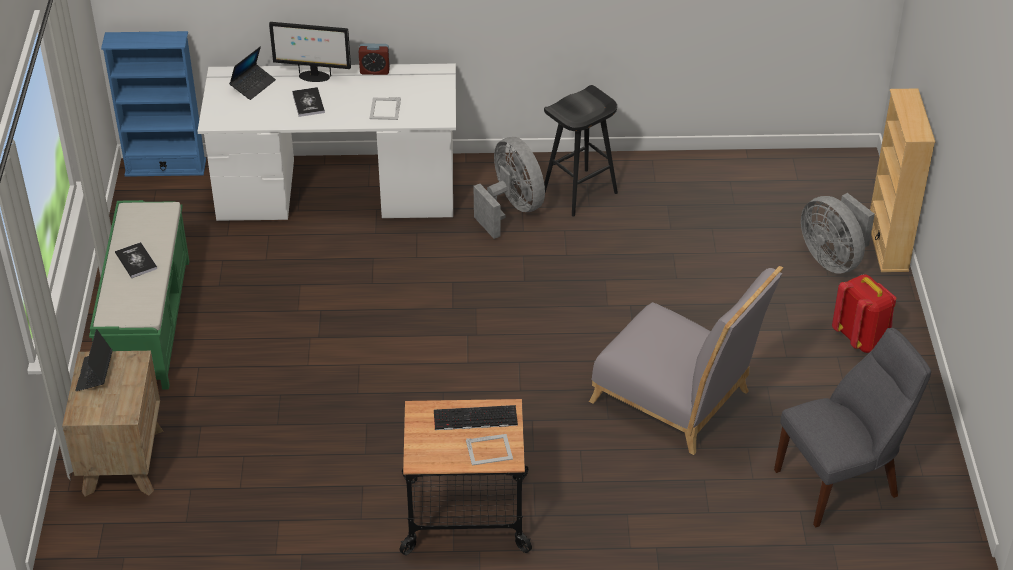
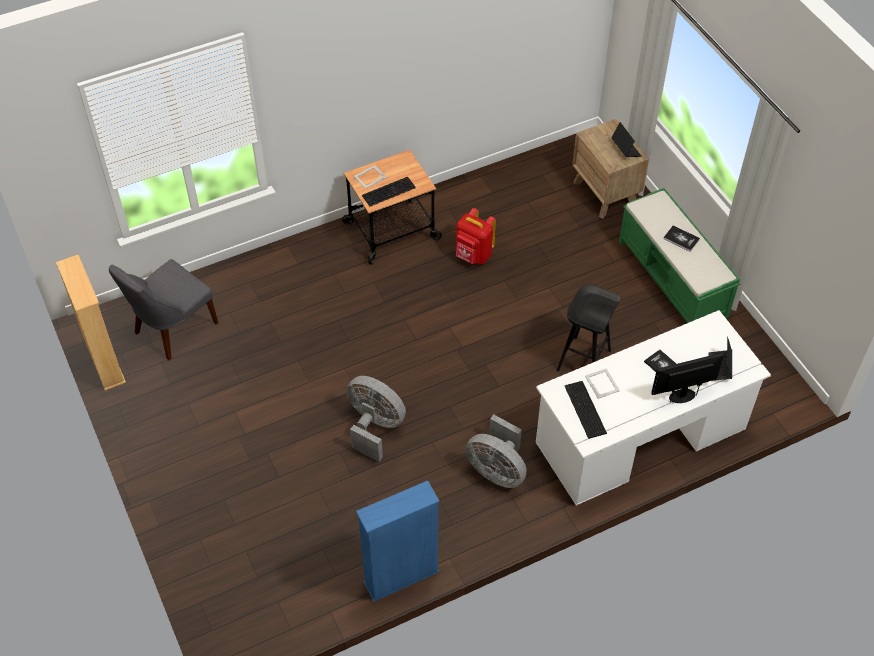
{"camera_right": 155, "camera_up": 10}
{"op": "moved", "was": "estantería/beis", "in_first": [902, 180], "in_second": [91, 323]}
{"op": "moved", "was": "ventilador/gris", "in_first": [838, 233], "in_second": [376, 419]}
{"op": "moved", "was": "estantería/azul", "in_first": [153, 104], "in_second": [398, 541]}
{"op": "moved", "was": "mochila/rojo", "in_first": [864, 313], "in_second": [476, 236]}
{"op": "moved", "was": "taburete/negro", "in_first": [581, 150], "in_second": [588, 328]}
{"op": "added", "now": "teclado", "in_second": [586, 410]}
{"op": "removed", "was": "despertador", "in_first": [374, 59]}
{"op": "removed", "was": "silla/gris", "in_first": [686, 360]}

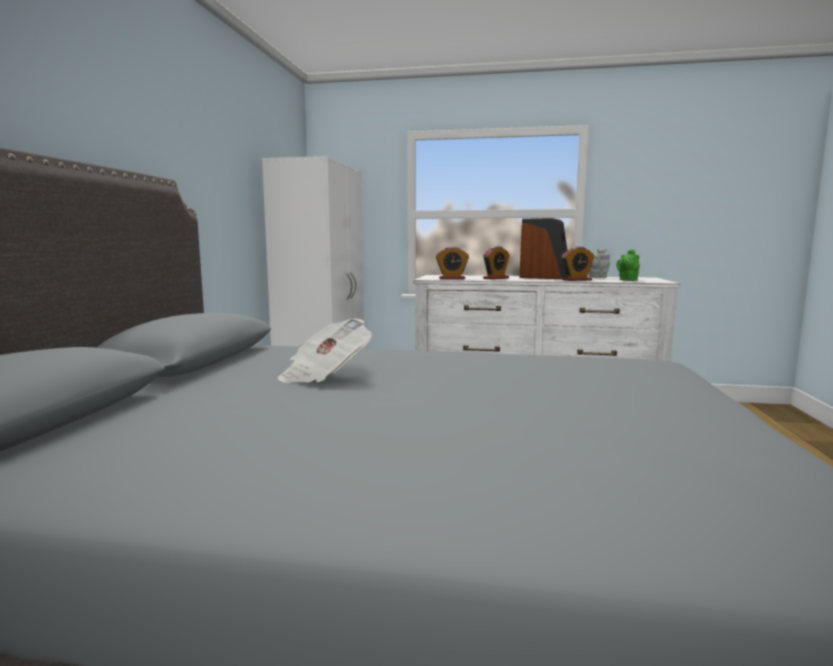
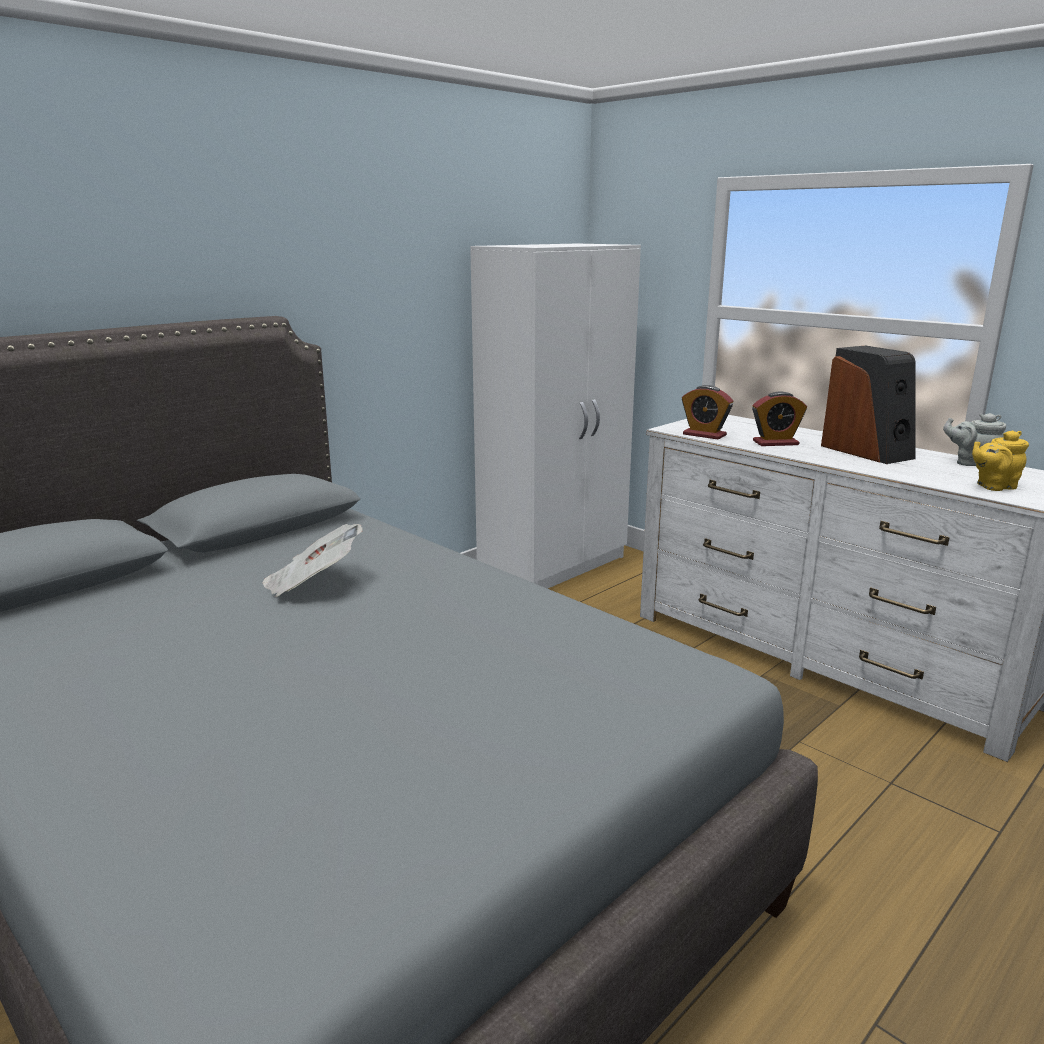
{"camera_right": 35, "camera_up": 10}
{"op": "recoloured", "was": "tetera/verde", "now": "tetera/amarillo", "in_first": [628, 265], "in_second": [1000, 460]}
{"op": "removed", "was": "despertador", "in_first": [578, 264]}

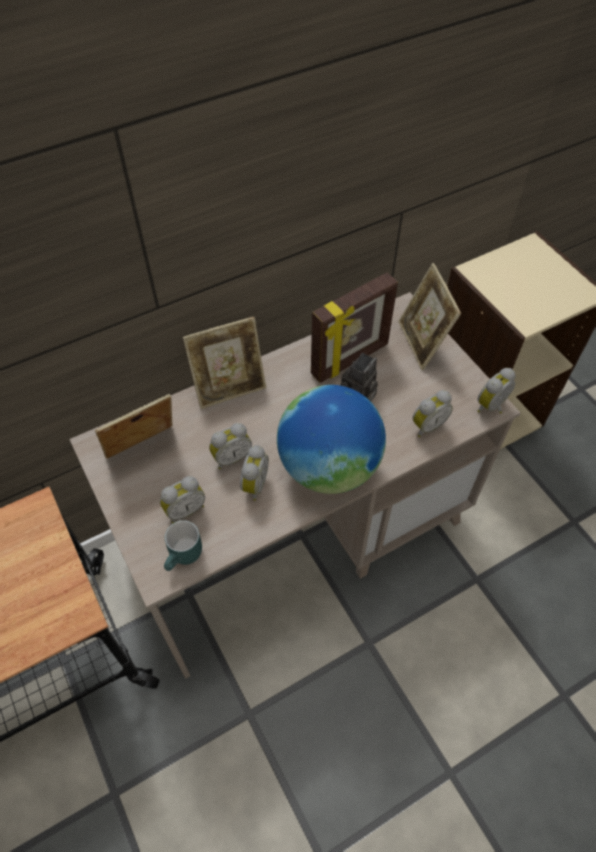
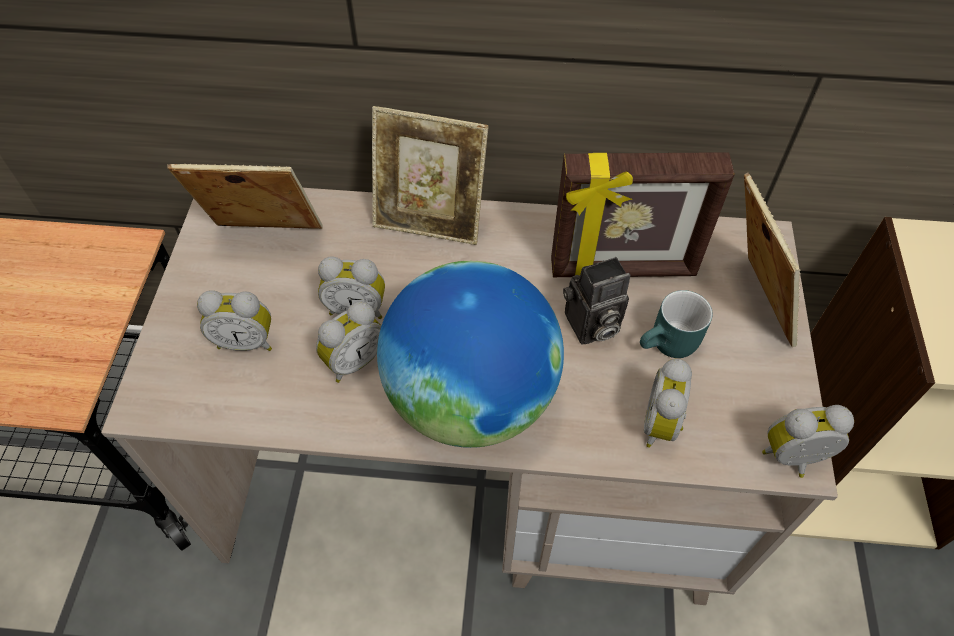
{"camera_right": 35, "camera_up": 0}
{"op": "moved", "was": "taza grande/turquesa", "in_first": [183, 545], "in_second": [676, 324]}
{"op": "turned", "was": "despertador", "in_first": [433, 413], "in_second": [668, 403], "clockwise": 105}
{"op": "turned", "was": "portarretratos", "in_first": [429, 316], "in_second": [772, 260], "clockwise": 150}

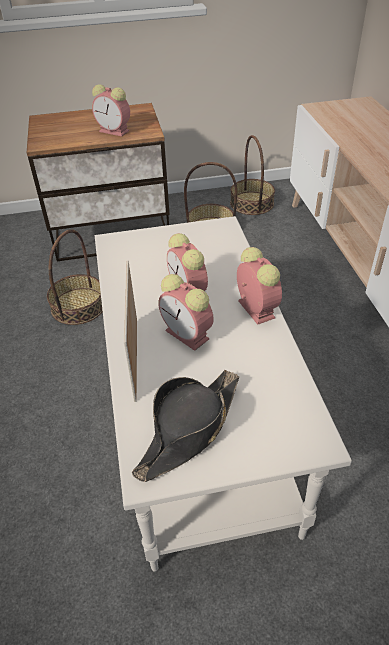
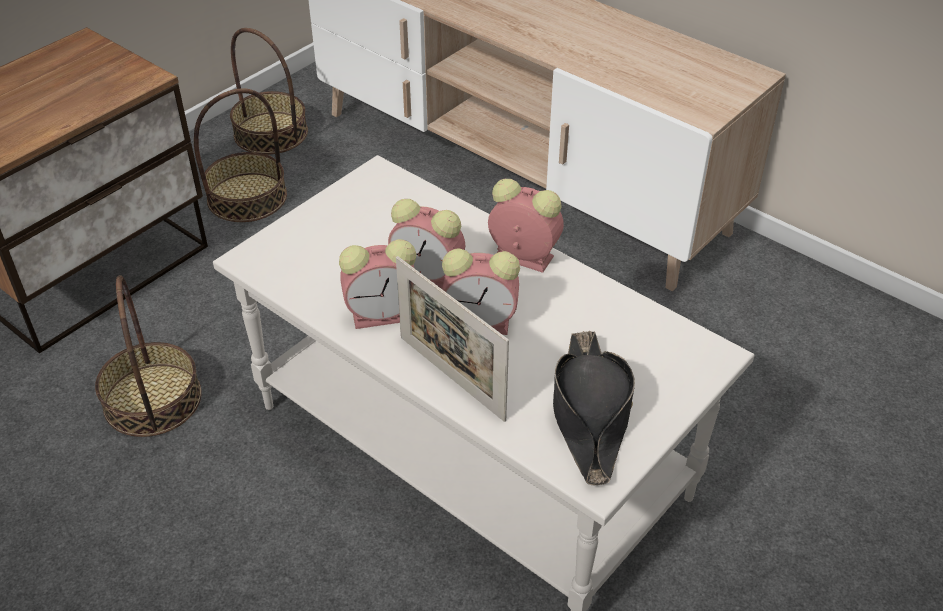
{"camera_right": -40, "camera_up": 0}
{"op": "moved", "was": "despertador", "in_first": [111, 110], "in_second": [377, 284]}

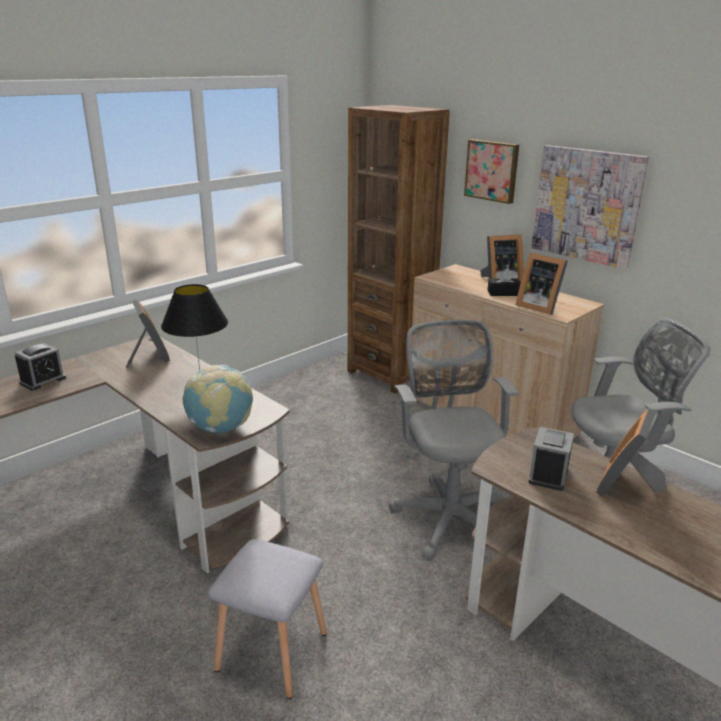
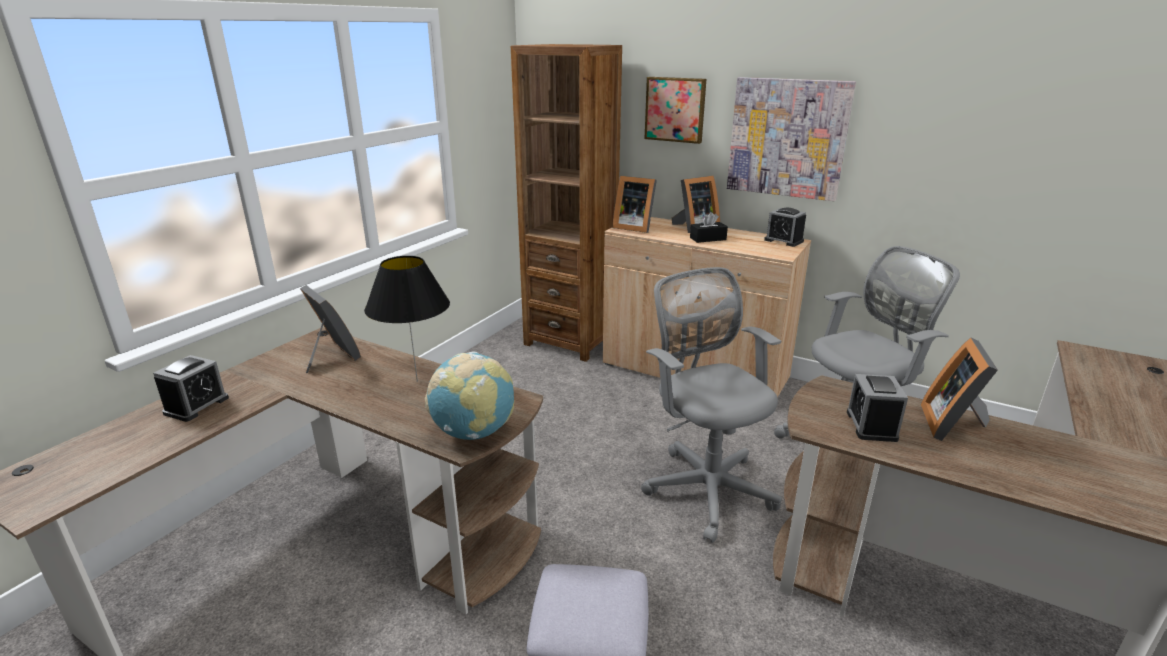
{"camera_right": -15, "camera_up": 0}
{"op": "moved", "was": "portarretratos", "in_first": [542, 284], "in_second": [634, 204]}
{"op": "added", "now": "despertador", "in_second": [785, 227]}

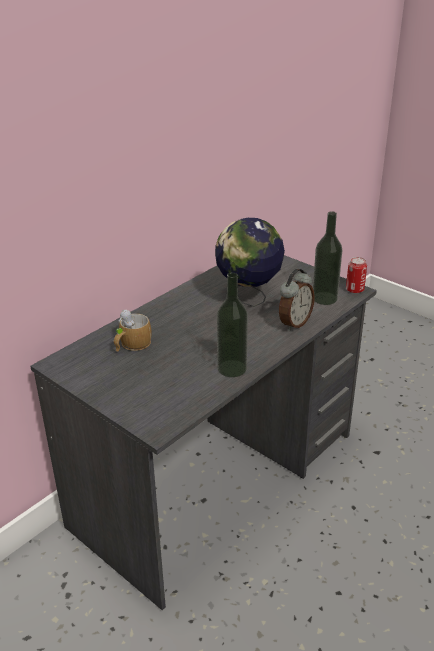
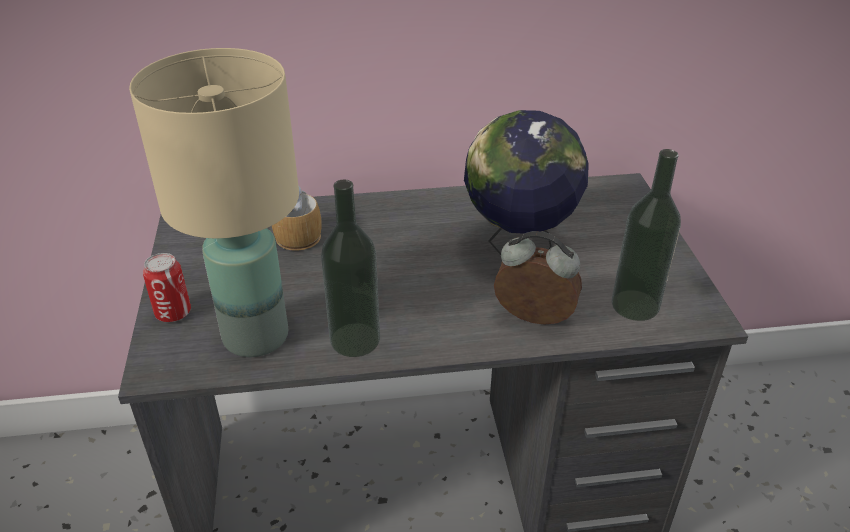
{"camera_right": 40, "camera_up": 5}
{"op": "added", "now": "lámpara de mesa/beis", "in_second": [214, 202]}
{"op": "moved", "was": "lata", "in_first": [356, 275], "in_second": [167, 287]}
{"op": "turned", "was": "despertador", "in_first": [297, 300], "in_second": [538, 278], "clockwise": -150}

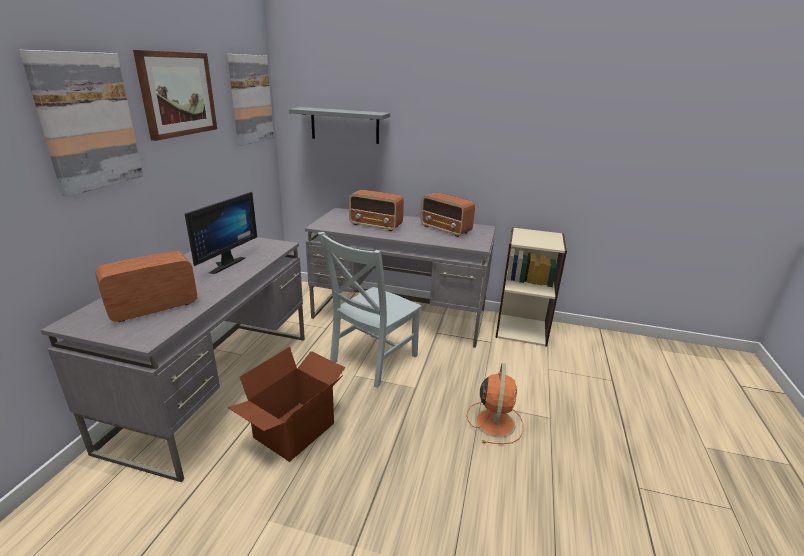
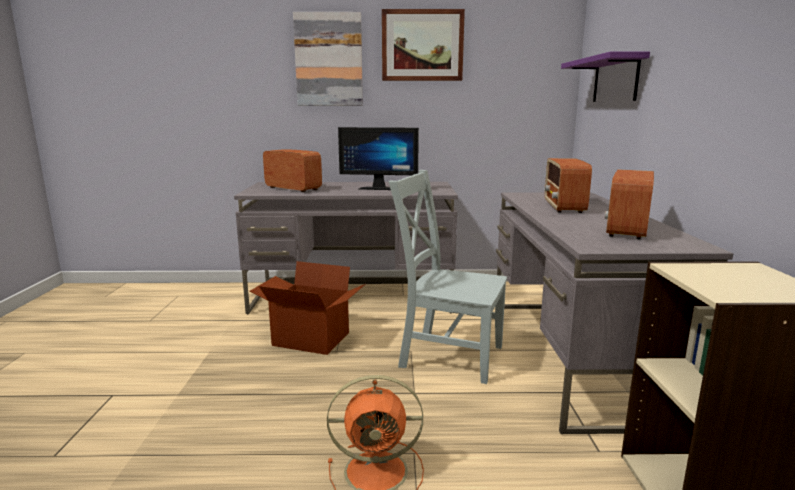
{"camera_right": 75, "camera_up": -10}
{"op": "recoloured", "was": "estante/gris", "now": "estante/morado", "in_first": [339, 125], "in_second": [605, 77]}
{"op": "removed", "was": "cuadro", "in_first": [250, 100]}

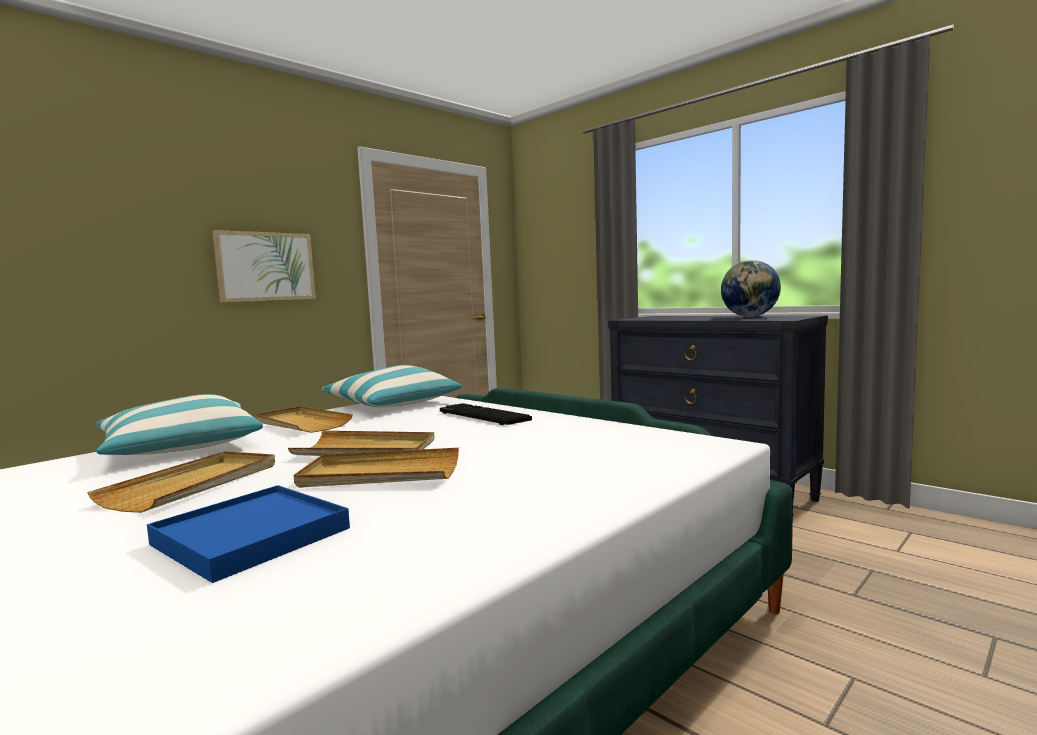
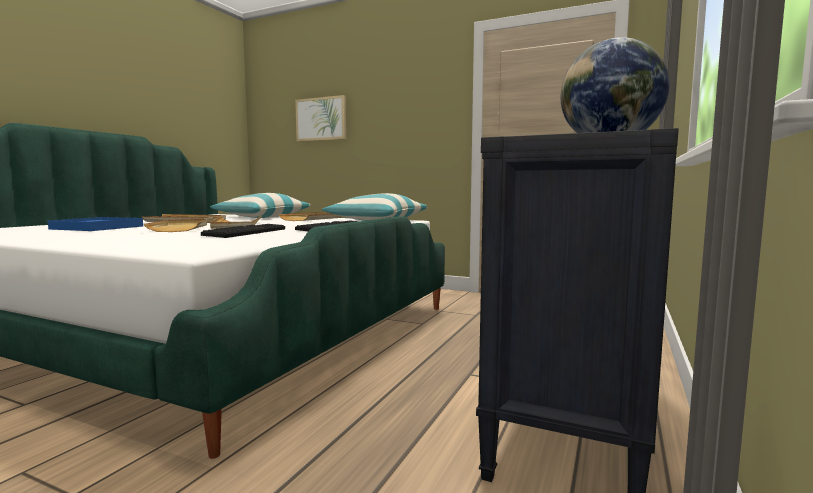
{"camera_right": 70, "camera_up": 0}
{"op": "added", "now": "teclado", "in_second": [243, 231]}
{"op": "moved", "was": "cuadro", "in_first": [264, 266], "in_second": [320, 118]}

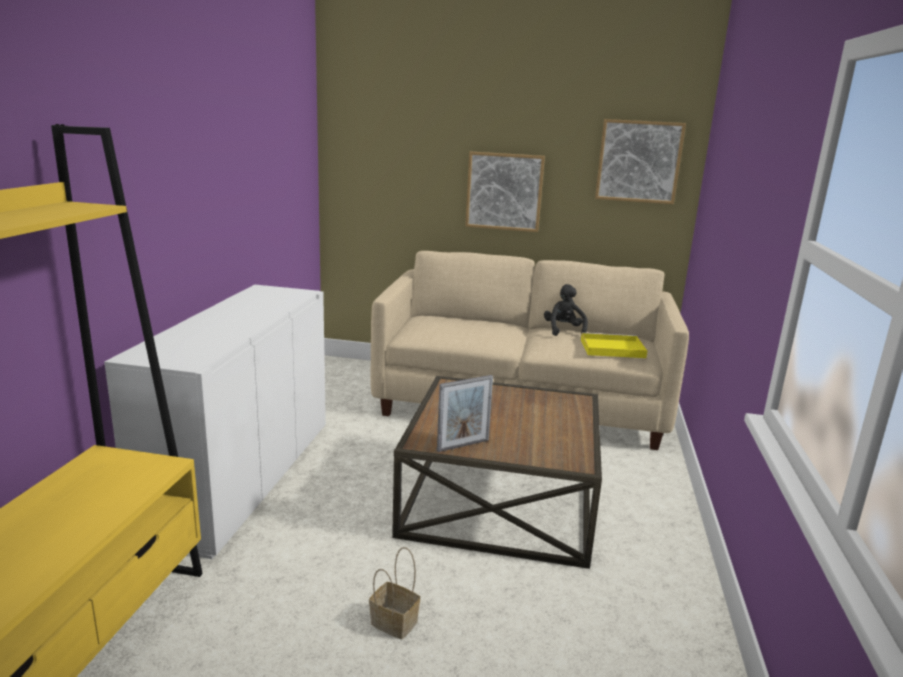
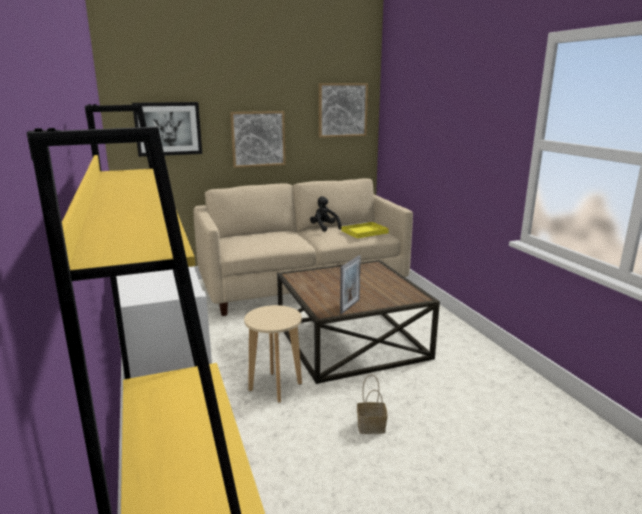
{"camera_right": -30, "camera_up": 0}
{"op": "added", "now": "cuadro", "in_second": [167, 129]}
{"op": "added", "now": "taburete/beis", "in_second": [273, 354]}

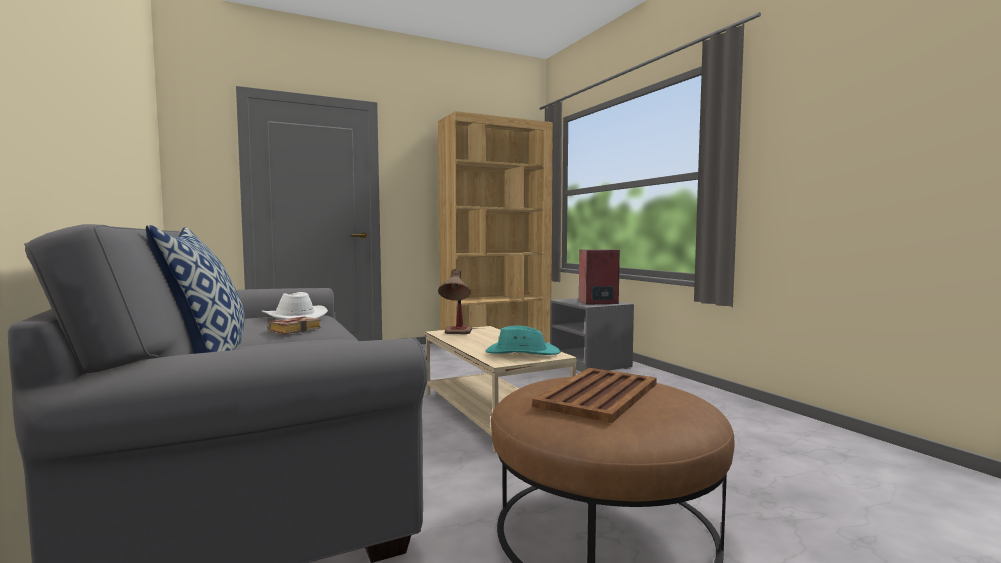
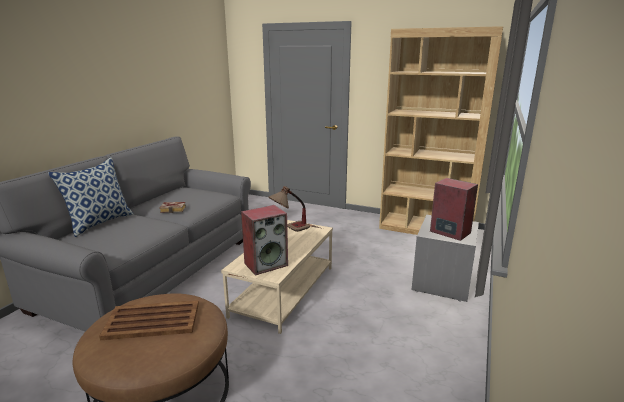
{"camera_right": 50, "camera_up": 15}
{"op": "replaced", "was": "sombrero/turquesa", "now": "altavoz", "in_first": [522, 340], "in_second": [264, 240]}
{"op": "removed", "was": "sombrero/blanco", "in_first": [294, 305]}

